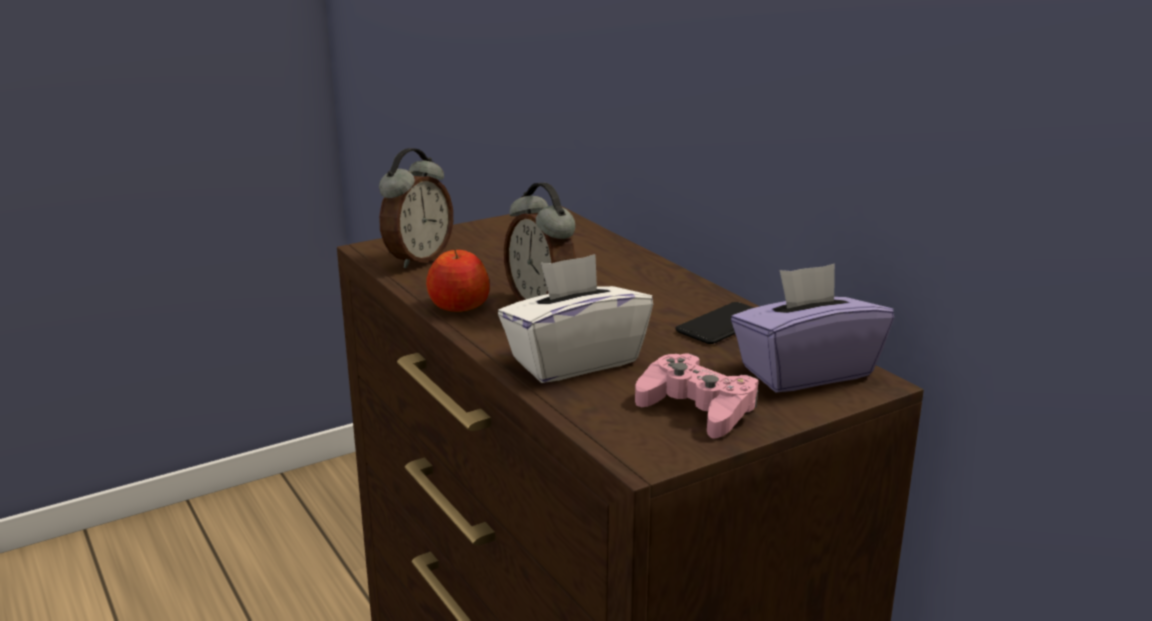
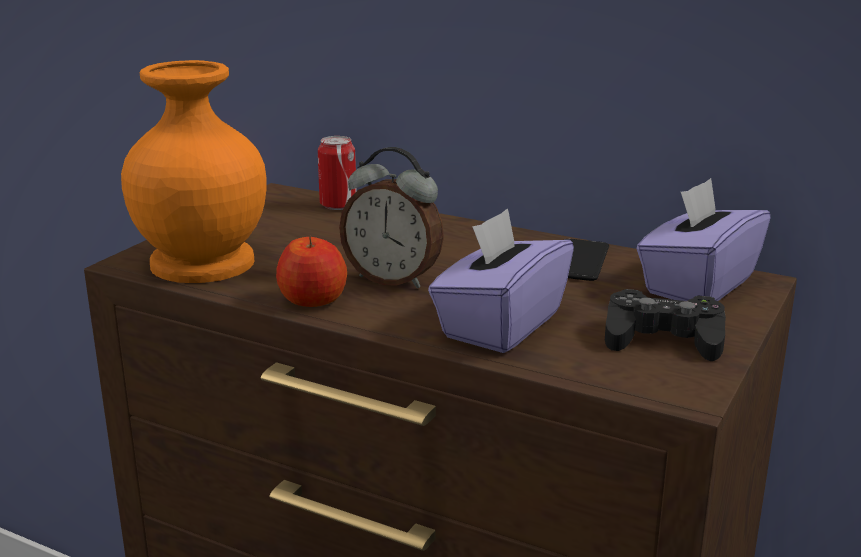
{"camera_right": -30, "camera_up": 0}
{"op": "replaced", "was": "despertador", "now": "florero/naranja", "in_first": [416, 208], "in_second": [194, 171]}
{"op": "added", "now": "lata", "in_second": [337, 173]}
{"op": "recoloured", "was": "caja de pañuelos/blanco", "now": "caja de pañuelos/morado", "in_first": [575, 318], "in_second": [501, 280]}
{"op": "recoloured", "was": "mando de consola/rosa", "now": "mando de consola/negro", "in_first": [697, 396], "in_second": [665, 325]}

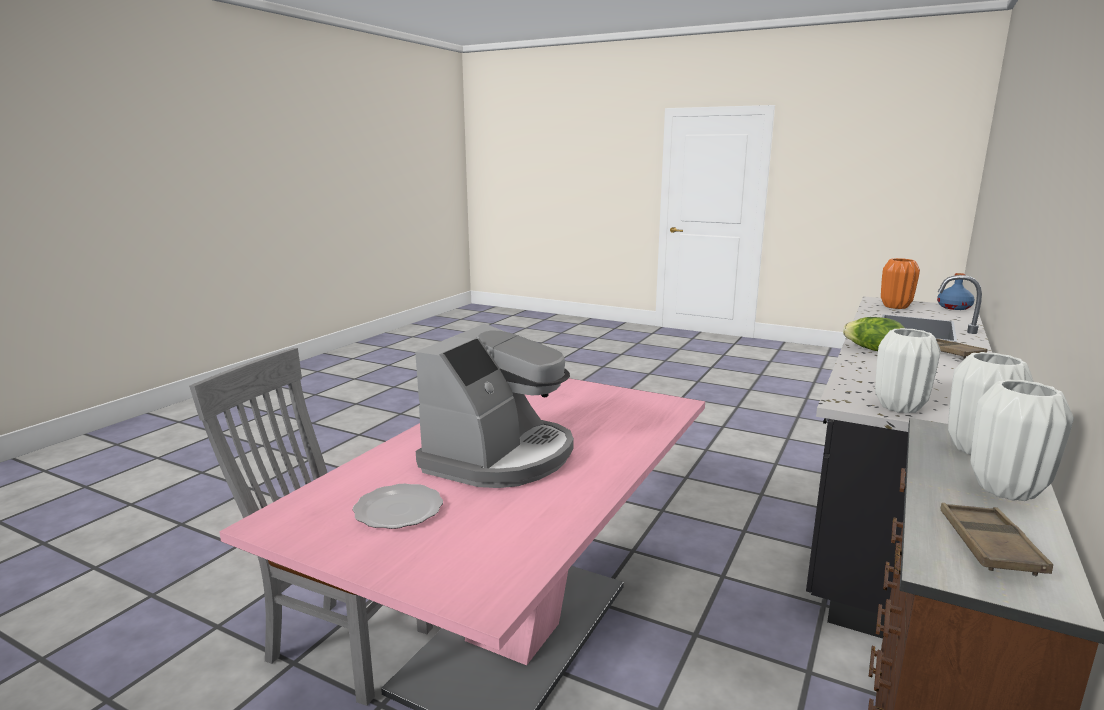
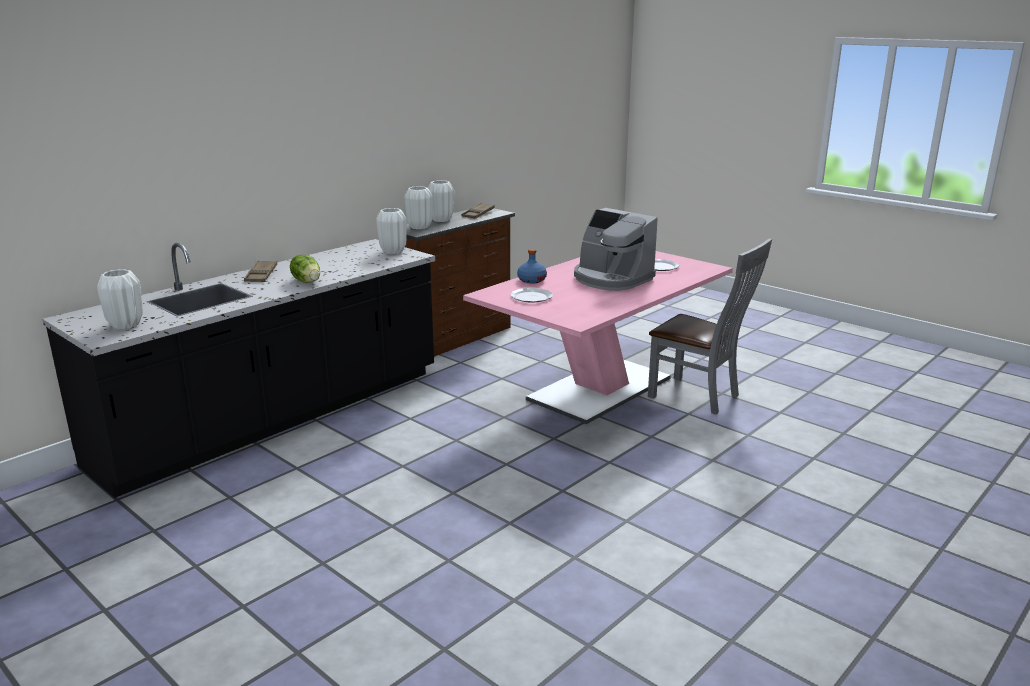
{"camera_right": -165, "camera_up": 5}
{"op": "recoloured", "was": "florero/naranja", "now": "florero/blanco", "in_first": [900, 283], "in_second": [120, 299]}
{"op": "added", "now": "plato", "in_second": [531, 295]}
{"op": "moved", "was": "botella/azul", "in_first": [956, 291], "in_second": [532, 266]}
{"op": "turned", "was": "cafetera", "in_first": [494, 406], "in_second": [616, 249], "clockwise": -90}

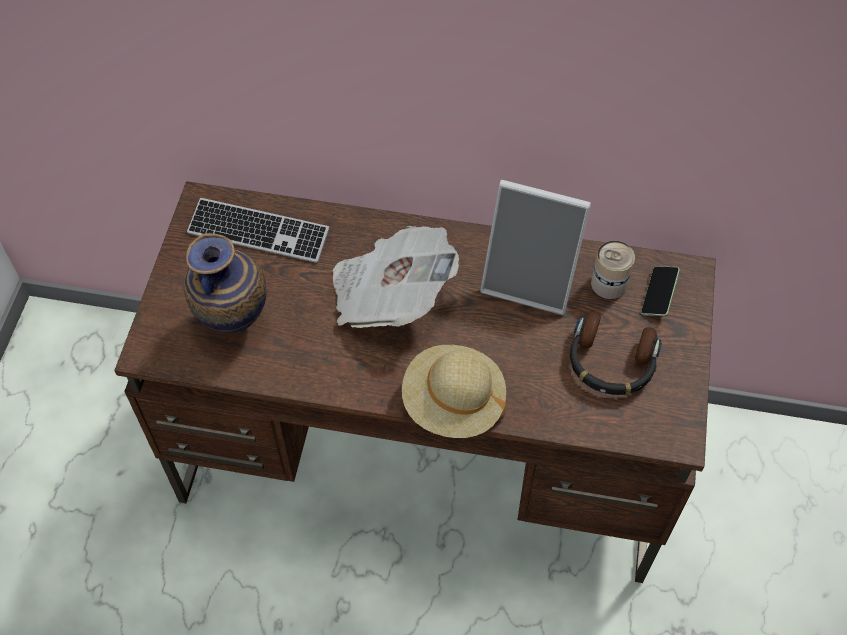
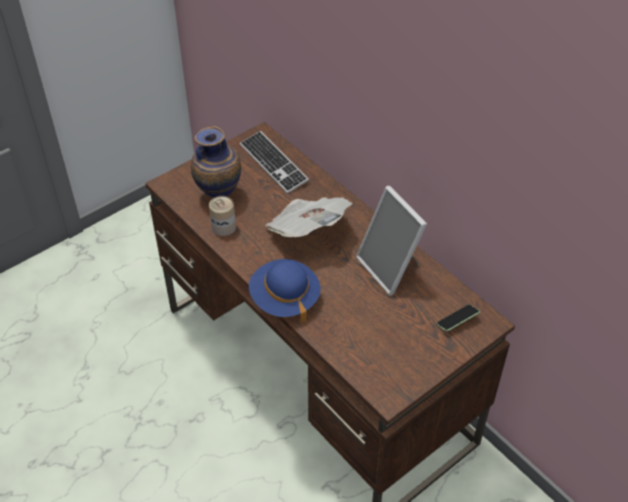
{"camera_right": 40, "camera_up": -10}
{"op": "moved", "was": "lata", "in_first": [613, 270], "in_second": [222, 216]}
{"op": "recoloured", "was": "sombrero/beis", "now": "sombrero/azul", "in_first": [454, 391], "in_second": [285, 291]}
{"op": "removed", "was": "auriculares", "in_first": [616, 353]}

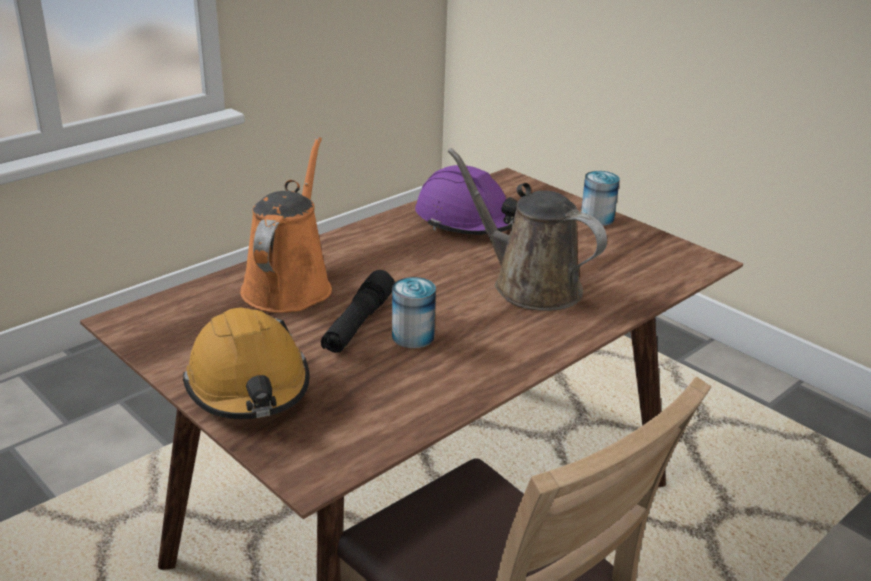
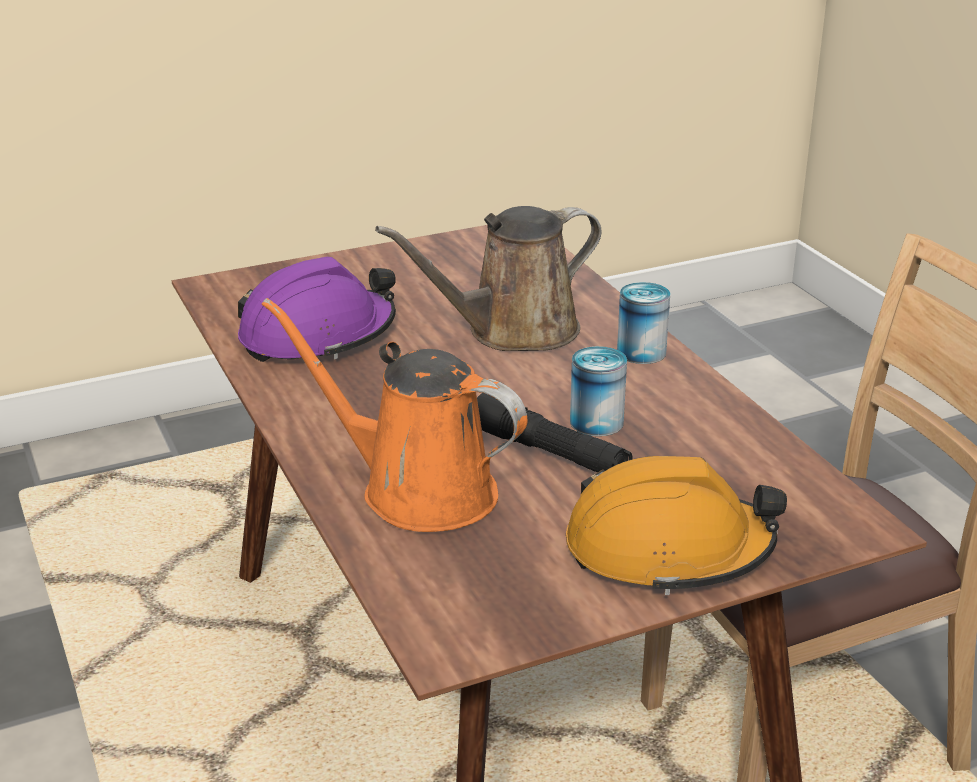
{"camera_right": -70, "camera_up": 0}
{"op": "moved", "was": "lata", "in_first": [600, 198], "in_second": [643, 323]}

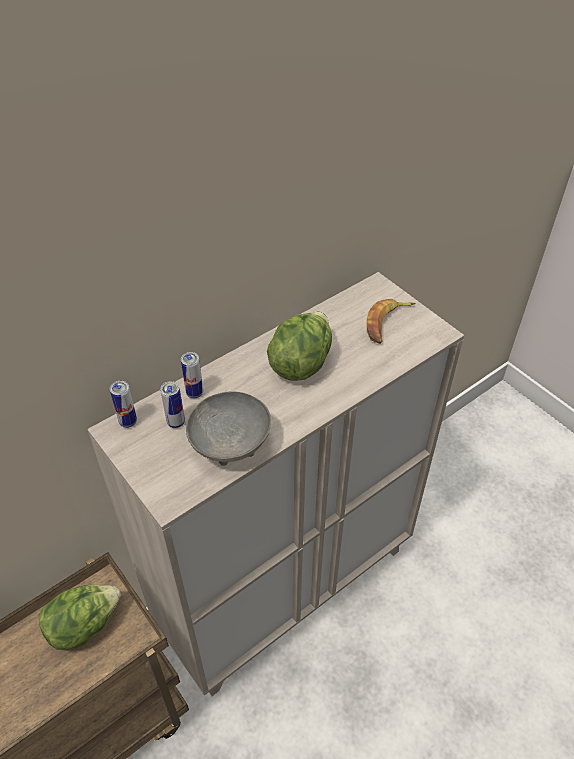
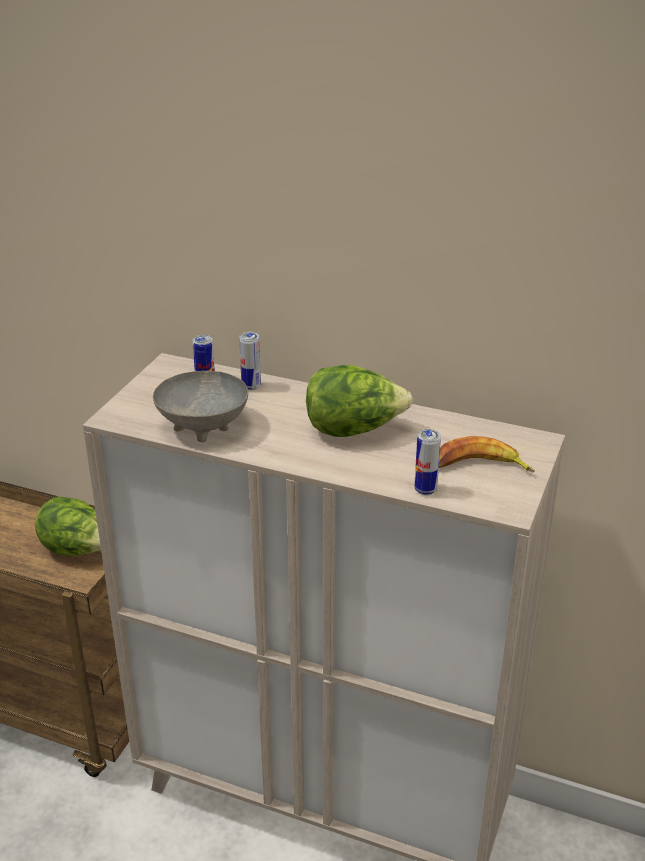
{"camera_right": 60, "camera_up": -15}
{"op": "moved", "was": "lata", "in_first": [123, 404], "in_second": [427, 462]}

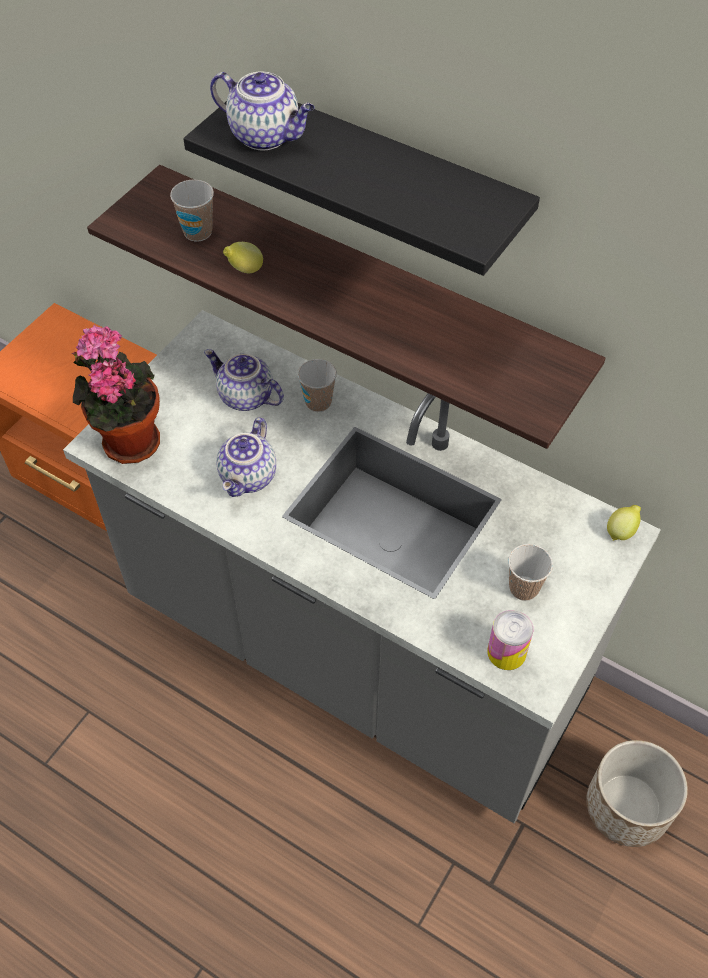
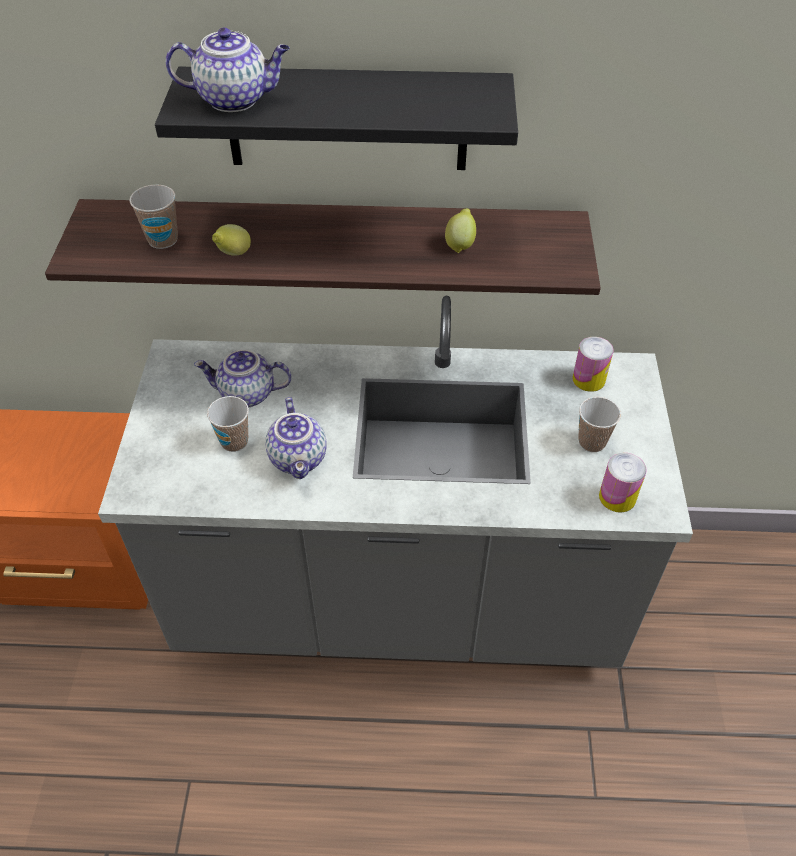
{"camera_right": -30, "camera_up": -5}
{"op": "moved", "was": "taza", "in_first": [317, 385], "in_second": [228, 424]}
{"op": "moved", "was": "limón", "in_first": [624, 523], "in_second": [460, 230]}
{"op": "added", "now": "lata", "in_second": [592, 364]}
{"op": "removed", "was": "planta en maceta", "in_first": [116, 394]}
{"op": "removed", "was": "maceta", "in_first": [637, 793]}

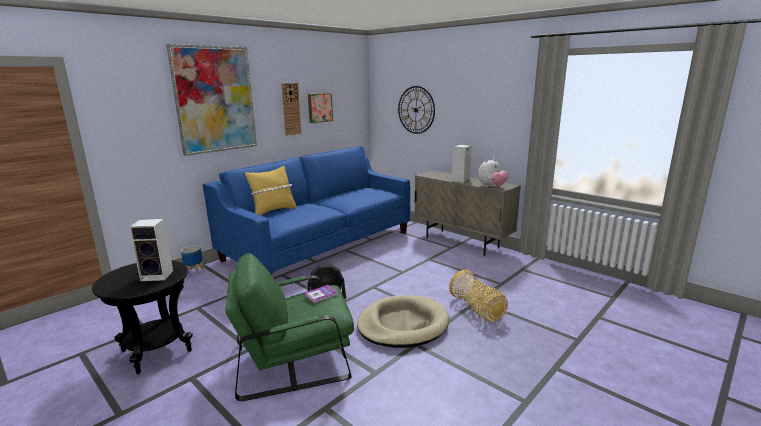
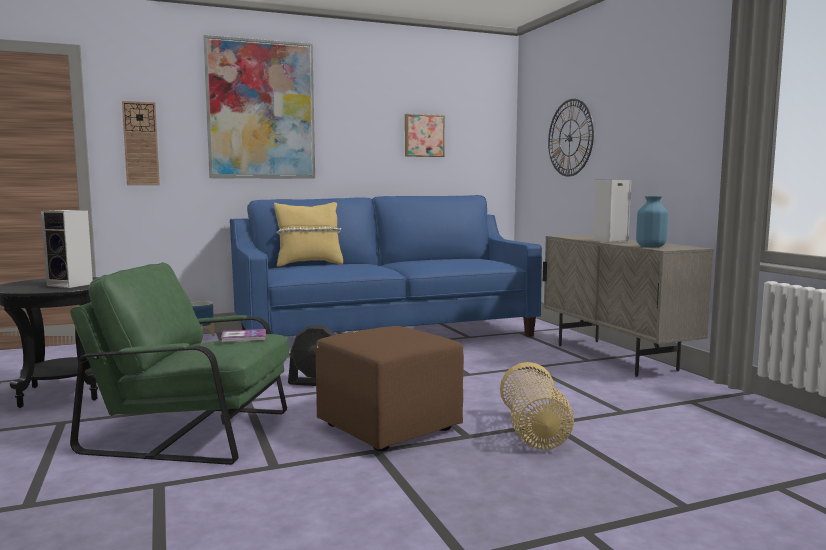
{"camera_right": 25, "camera_up": -10}
{"op": "moved", "was": "reloj de pared", "in_first": [291, 109], "in_second": [141, 143]}
{"op": "replaced", "was": "cama para perro/beis", "now": "puf/marrón", "in_first": [403, 321], "in_second": [390, 388]}
{"op": "replaced", "was": "peluche", "now": "florero/azul", "in_first": [493, 172], "in_second": [652, 221]}

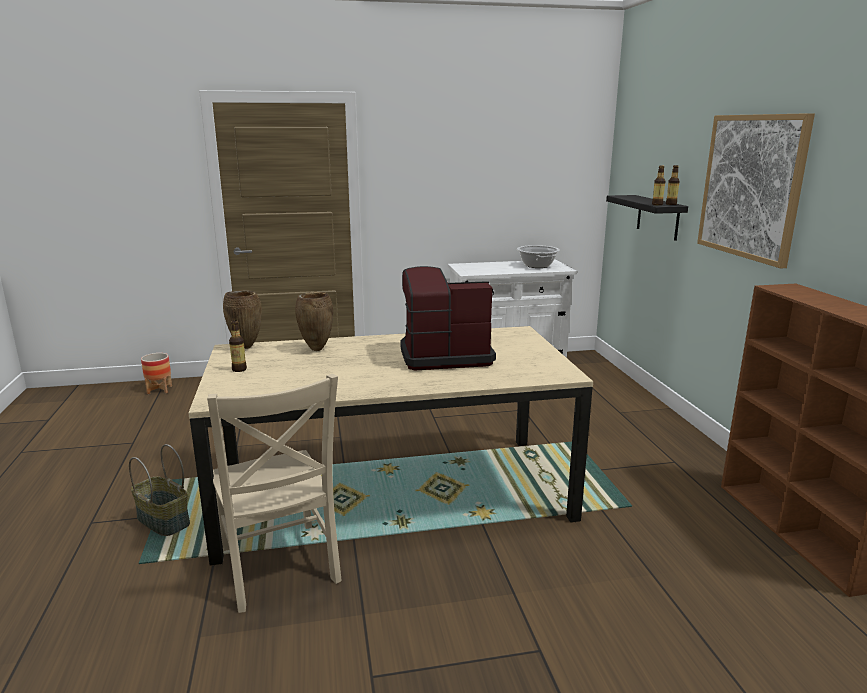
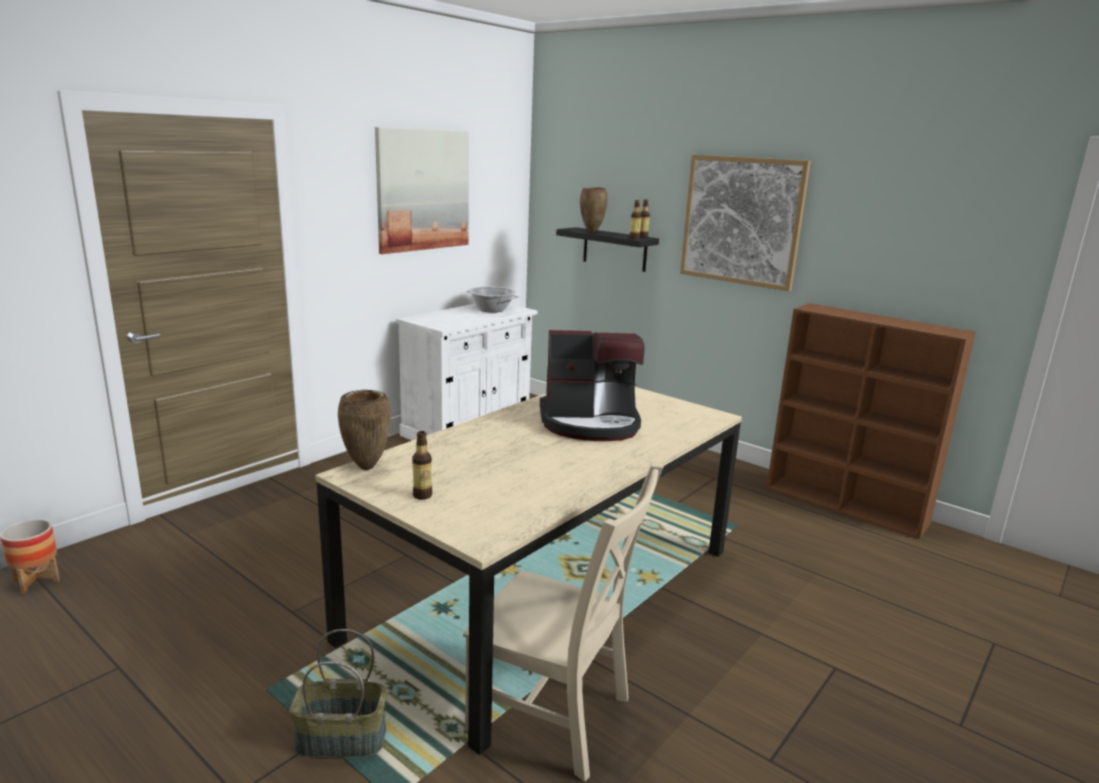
{"camera_right": -40, "camera_up": 0}
{"op": "added", "now": "cuadro", "in_second": [422, 190]}
{"op": "turned", "was": "cafetera", "in_first": [448, 318], "in_second": [592, 385], "clockwise": -135}
{"op": "moved", "was": "florero/marrón", "in_first": [314, 321], "in_second": [594, 209]}

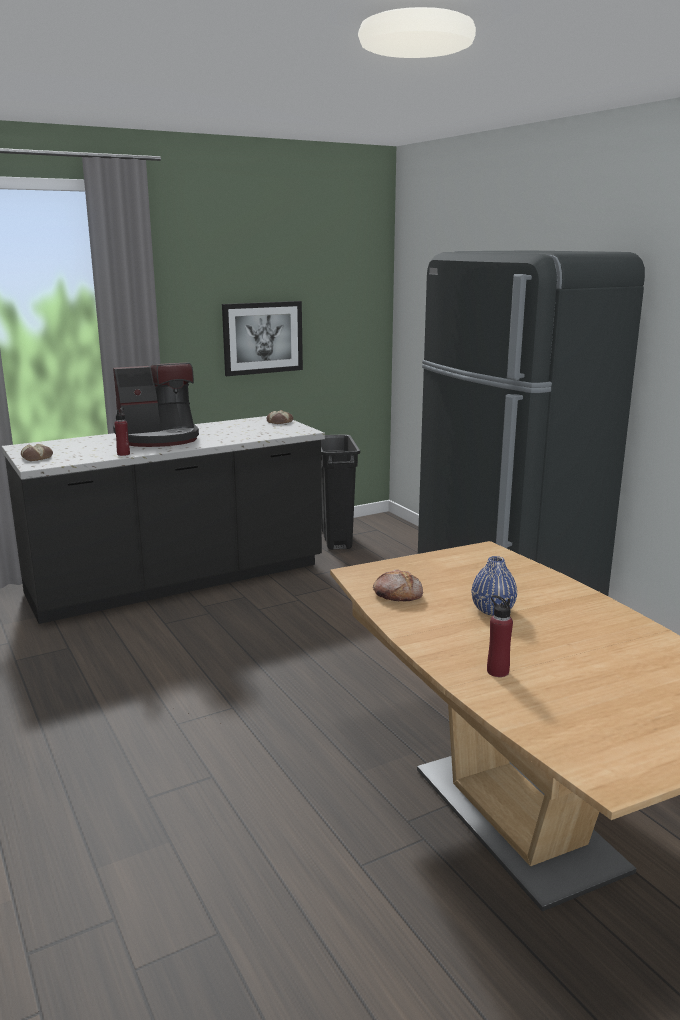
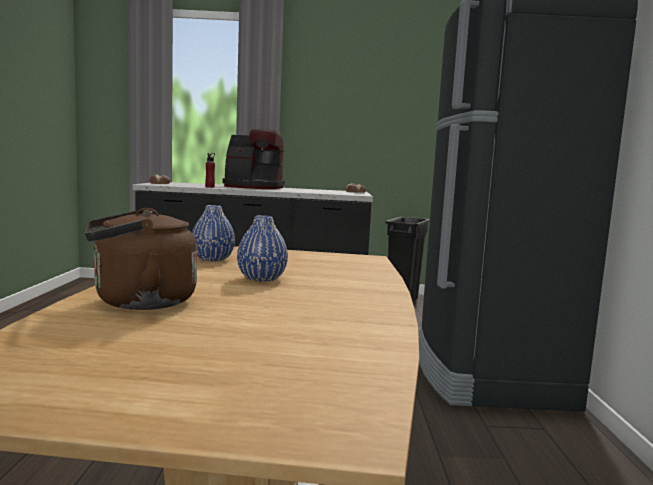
{"camera_right": 30, "camera_up": -10}
{"op": "replaced", "was": "botella/rojo", "now": "hervidor/marrón", "in_first": [500, 636], "in_second": [141, 259]}
{"op": "replaced", "was": "pan", "now": "florero/azul", "in_first": [398, 586], "in_second": [213, 233]}
{"op": "removed", "was": "cuadro", "in_first": [262, 338]}

